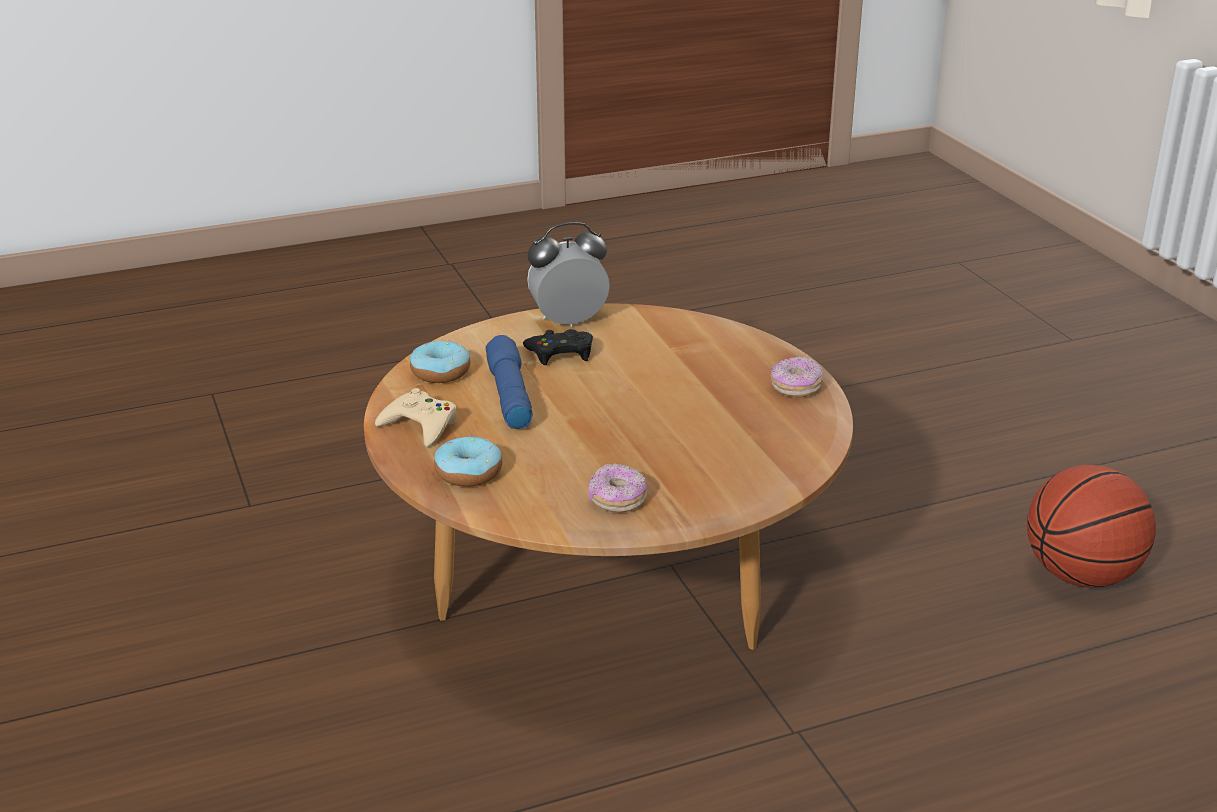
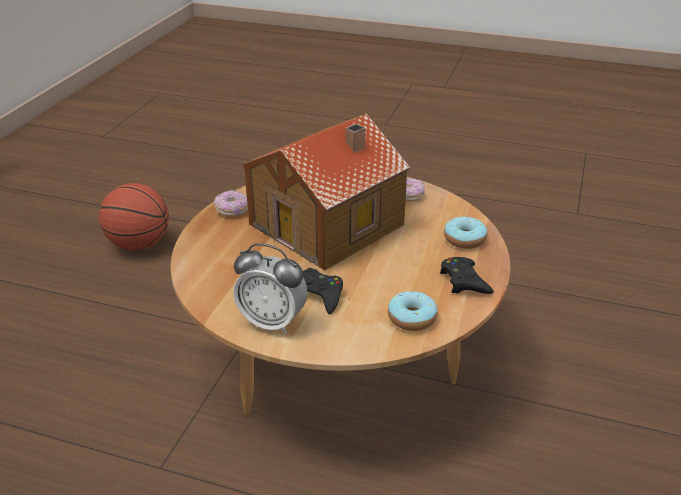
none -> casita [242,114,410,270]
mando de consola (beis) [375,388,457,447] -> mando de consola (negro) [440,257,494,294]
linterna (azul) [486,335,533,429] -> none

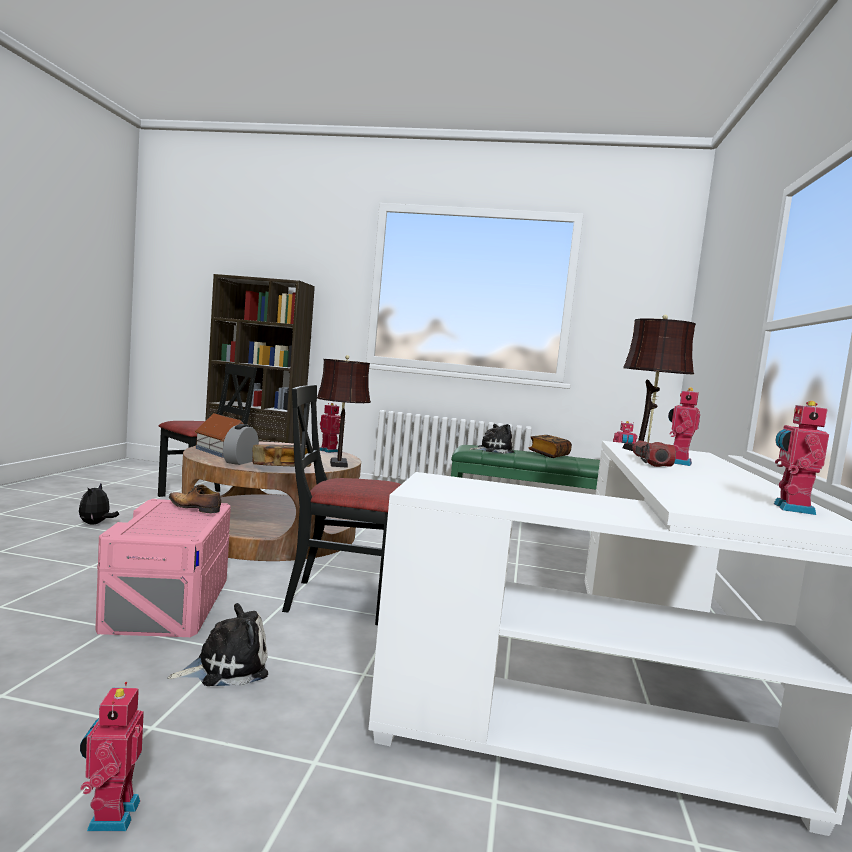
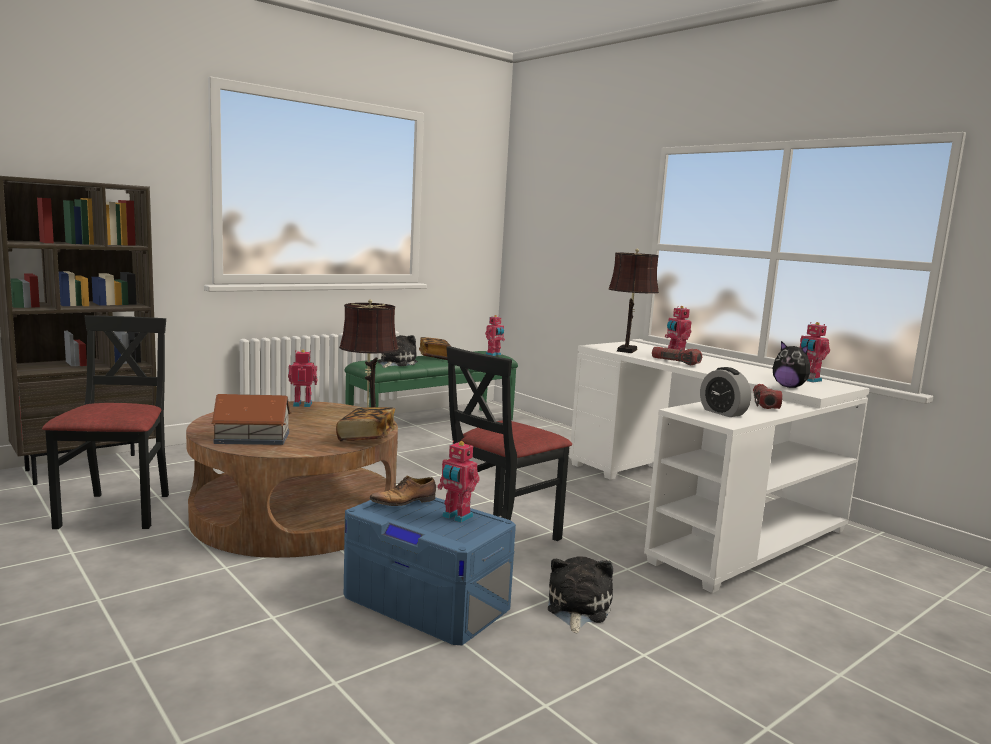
caja de almacenaje (rosa) [95,499,231,637] -> caja de almacenaje (azul) [344,497,516,645]
robot de juguete [80,682,144,831] -> robot de juguete [437,441,480,523], shifted
despertador [223,424,259,465] -> despertador [700,367,751,417], shifted
none -> linterna [753,384,783,409]
peluche [79,483,119,524] -> peluche [773,341,816,388], shifted

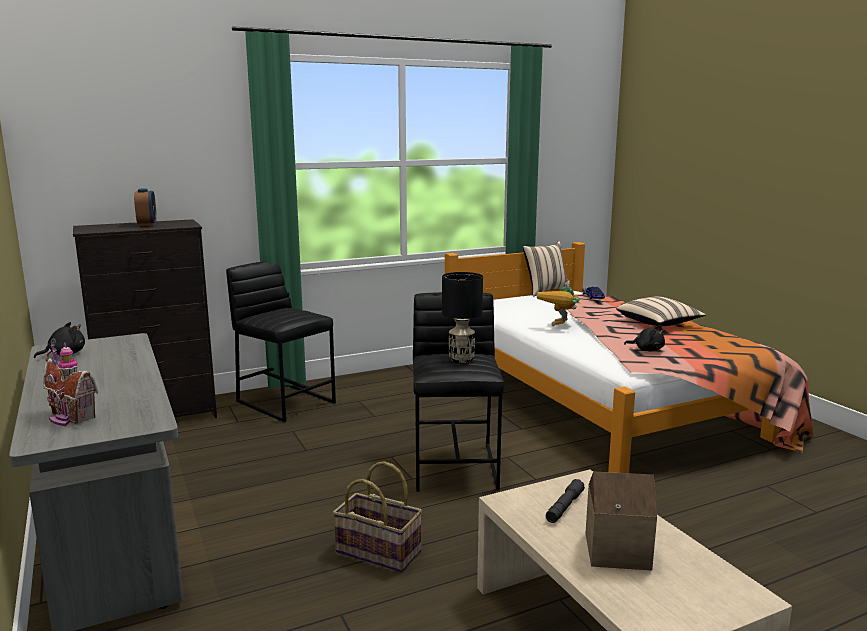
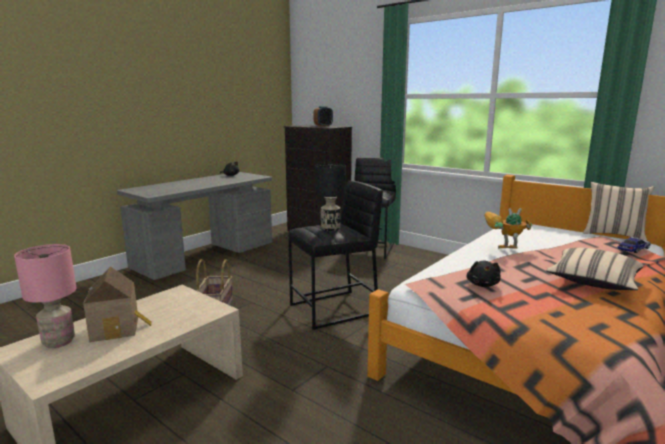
none -> lámpara de mesa (rosa) [14,244,76,348]
casita [43,343,99,426] -> none
linterna (gris) [546,479,585,523] -> none

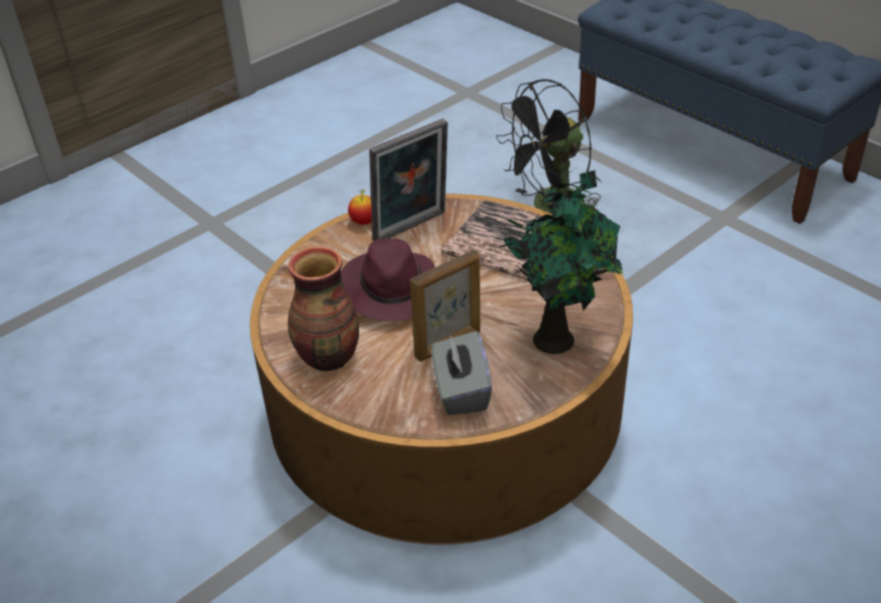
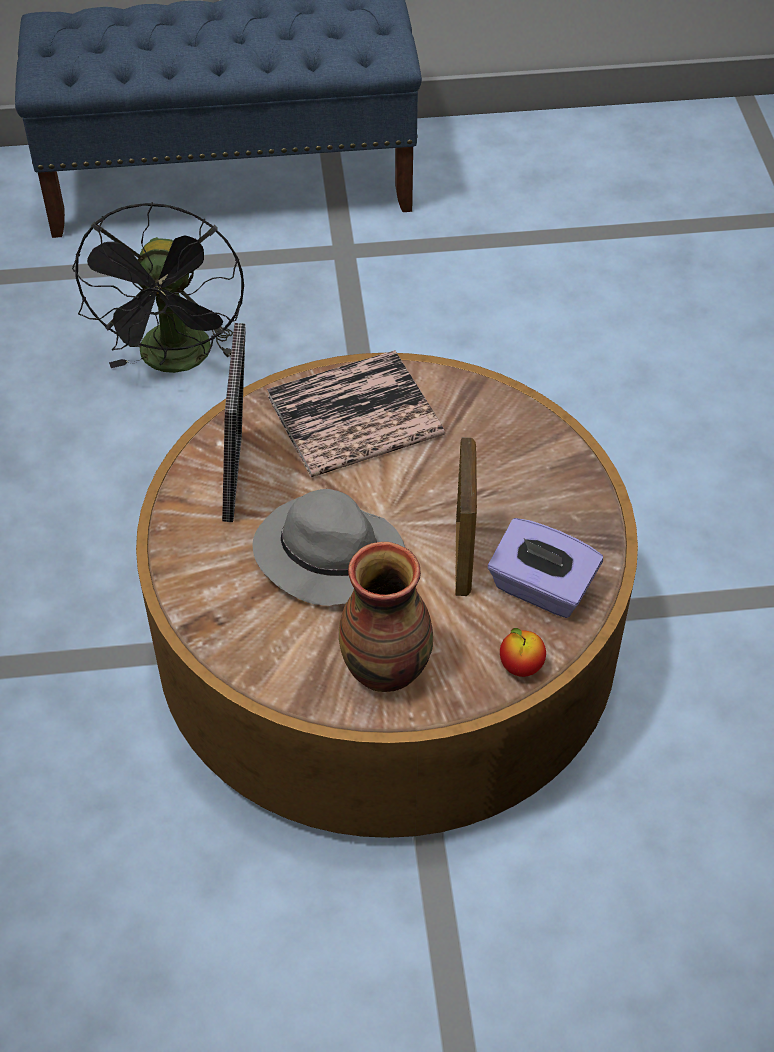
sombrero (morado) [341,238,435,321] -> sombrero (gris) [252,489,405,606]
caja de pañuelos (gris) [431,331,492,415] -> caja de pañuelos (morado) [488,518,603,618]
manzana [348,189,372,225] -> manzana [500,628,546,677], shifted
planta en maceta [495,169,623,354] -> none

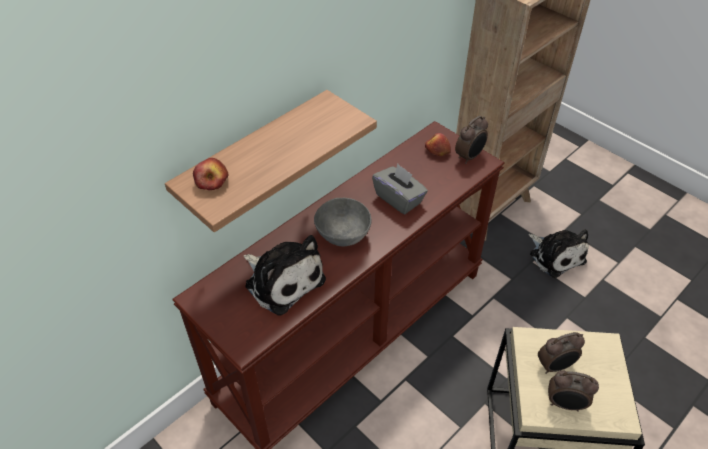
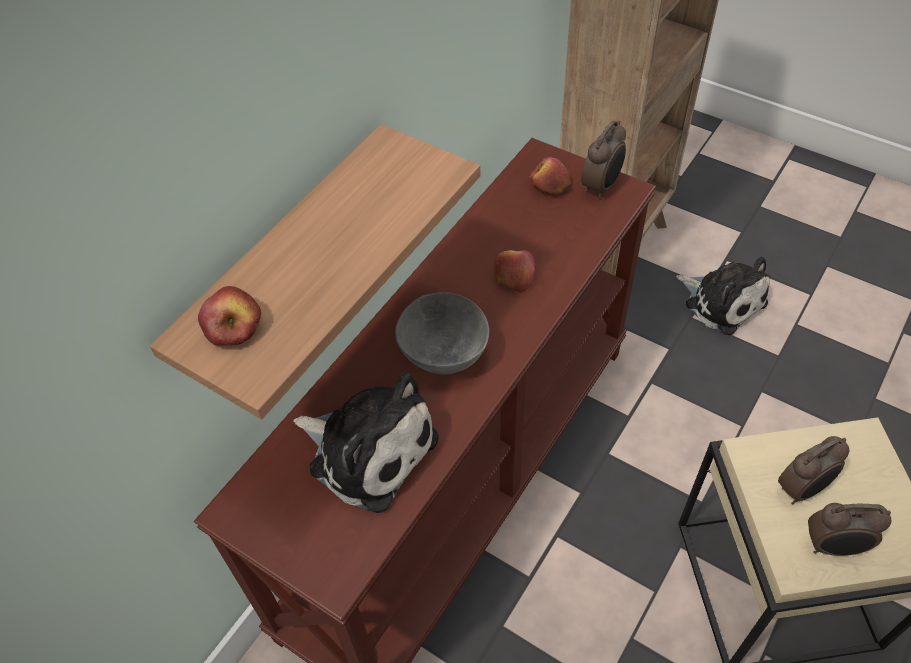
caja de pañuelos (gris) [372,164,428,214] -> manzana [493,250,536,293]

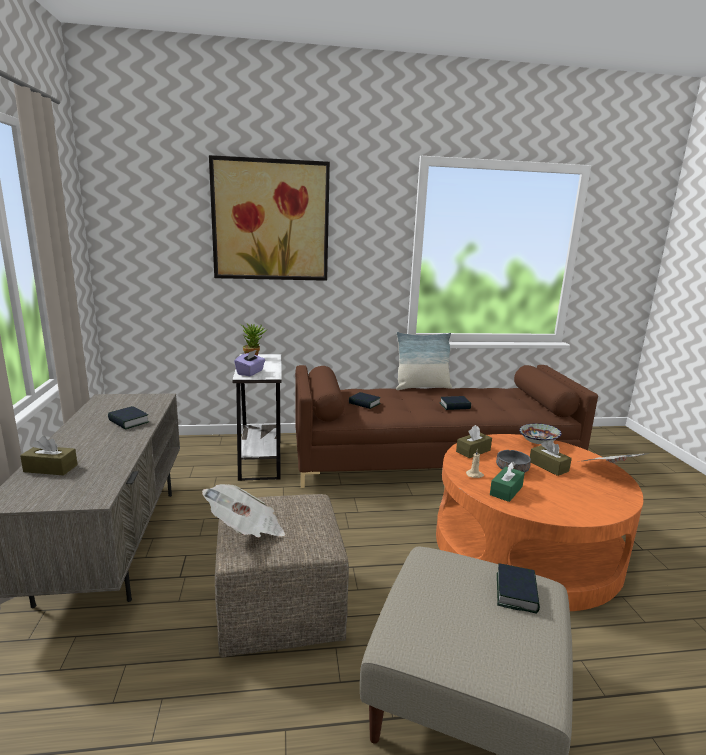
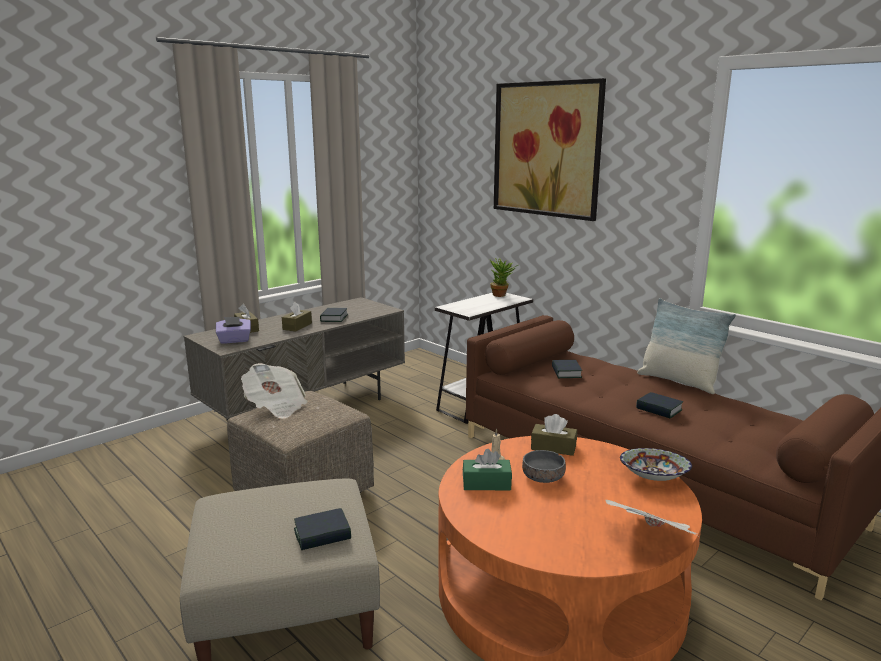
caja de pañuelos (morado) [234,350,265,376] -> caja de pañuelos (morado) [216,317,251,344], shifted
caja de pañuelos (marrón) [530,440,572,476] -> caja de pañuelos (marrón) [282,302,312,331], shifted

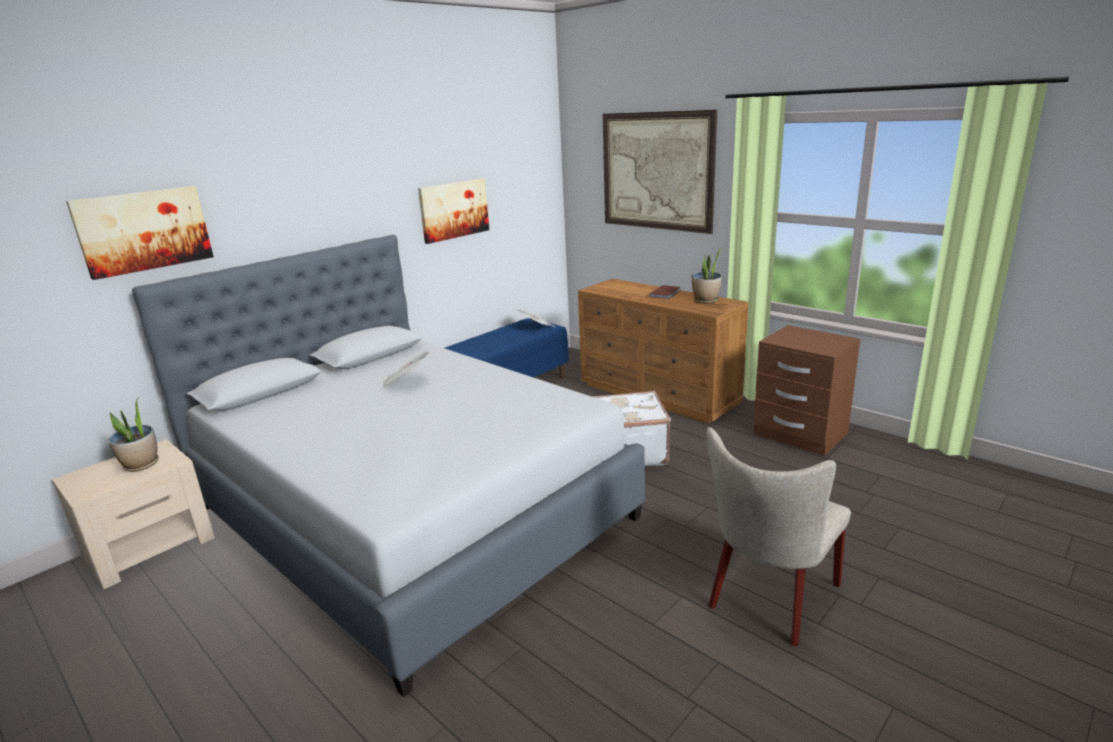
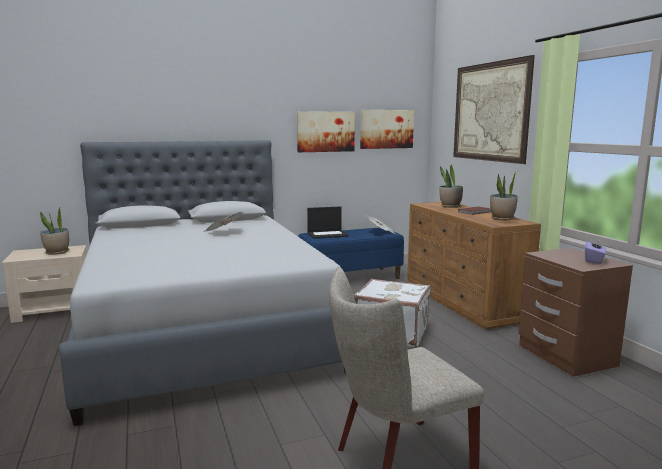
none -> portátil [307,206,349,239]
cuadro [66,186,214,280] -> cuadro [360,110,414,149], shifted
none -> planta en maceta [439,165,463,208]
none -> caja de pañuelos (morado) [585,241,607,264]

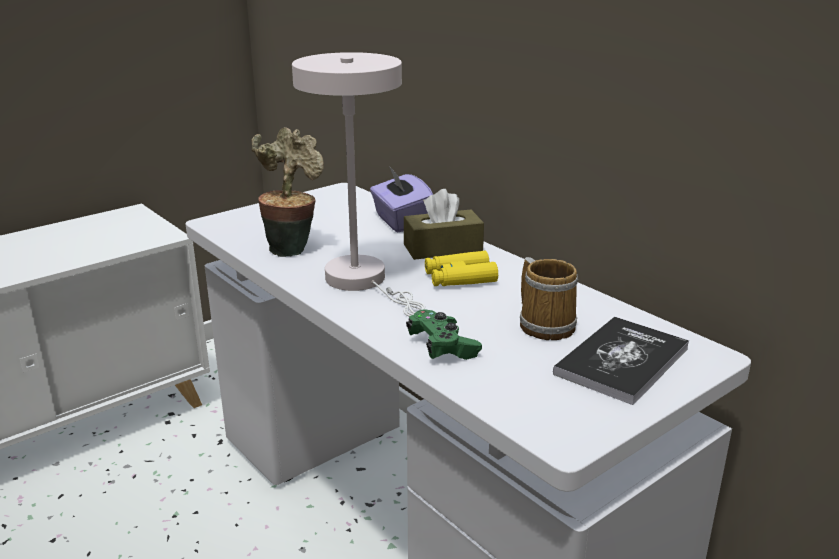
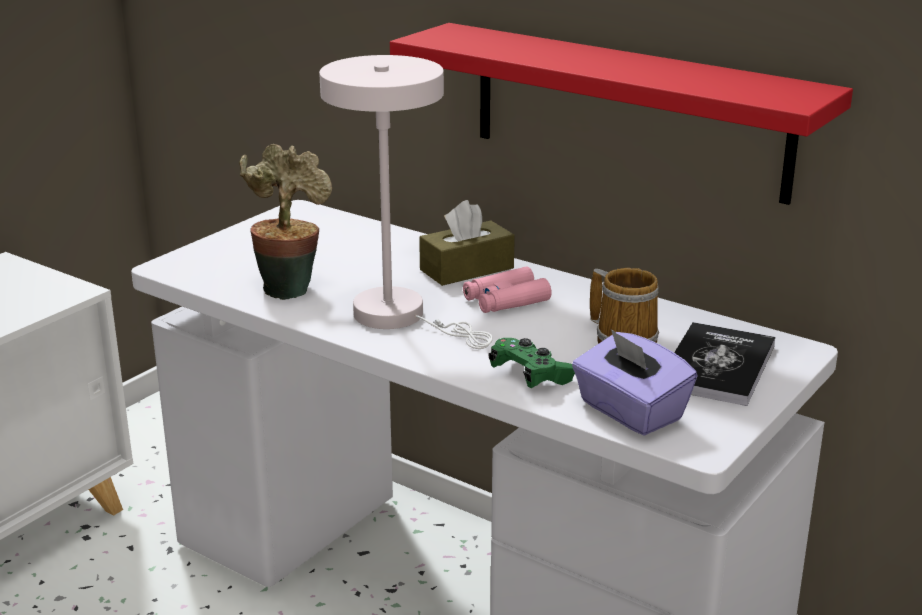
none -> estante (rojo) [390,23,853,205]
prismáticos (amarillo) [425,251,498,286] -> prismáticos (rosa) [463,266,552,313]
caja de pañuelos (morado) [370,166,433,232] -> caja de pañuelos (morado) [572,329,697,436], shifted

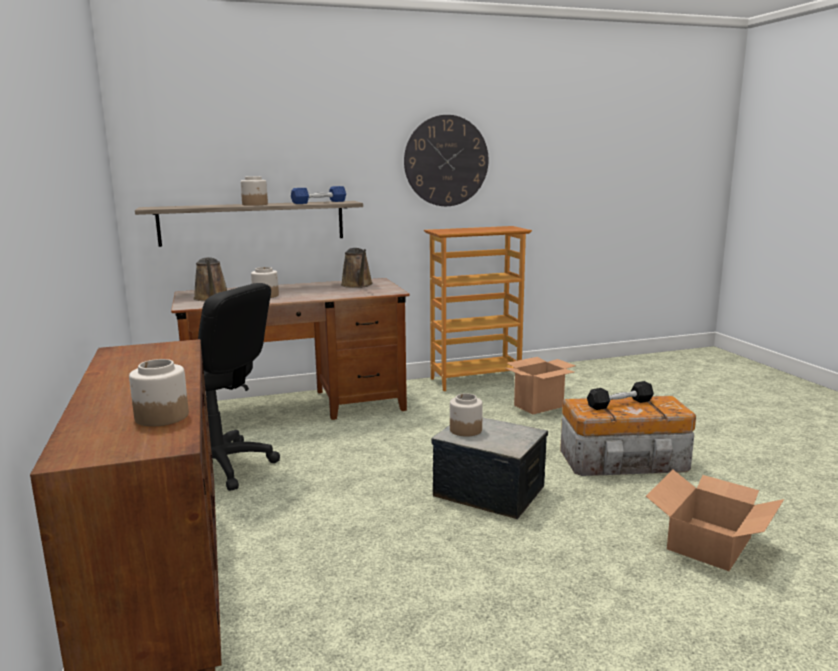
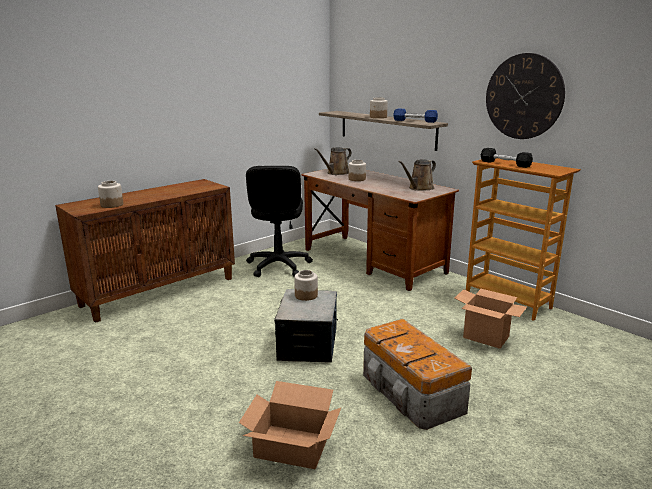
mancuerna (negro) [587,381,654,410] -> mancuerna (negro) [481,148,533,168], shifted

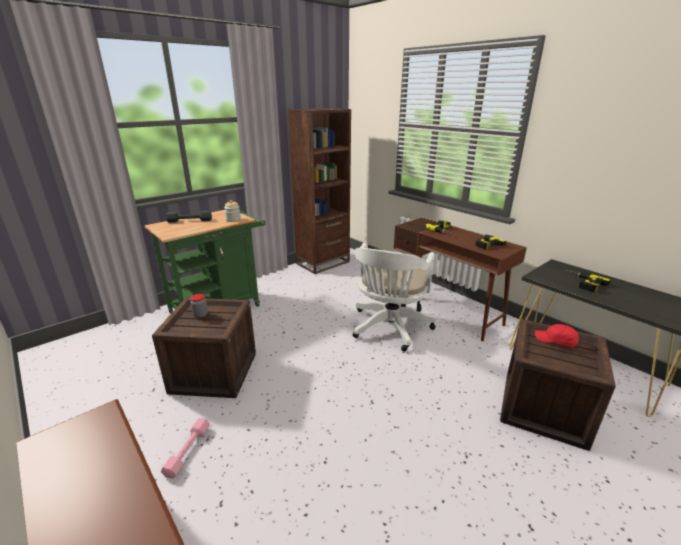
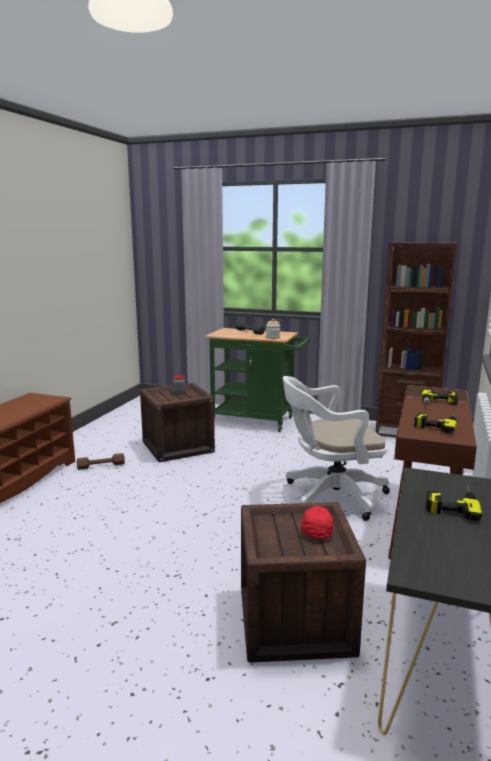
mancuerna (rosa) [161,418,210,479] -> mancuerna (marrón) [77,453,125,470]

